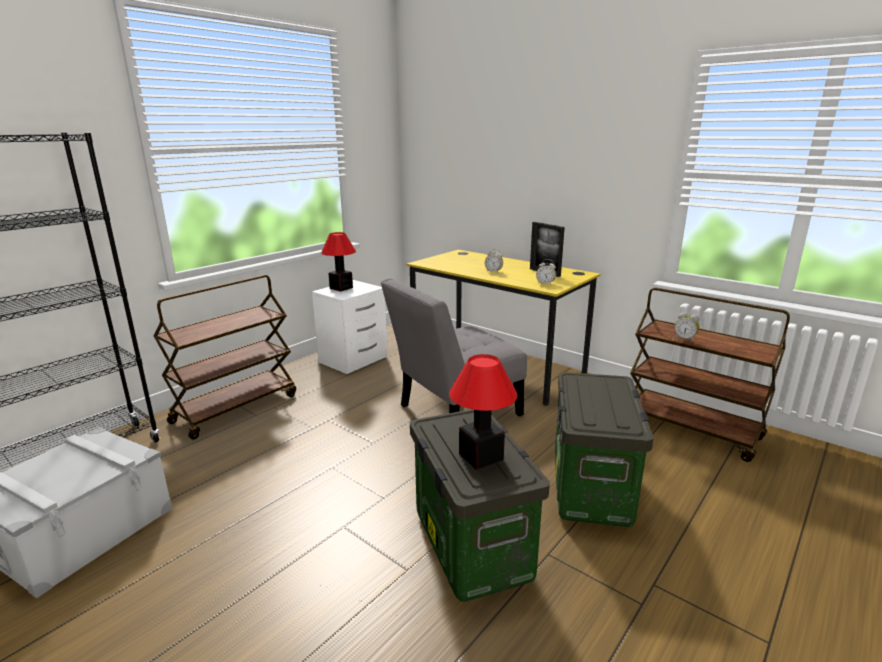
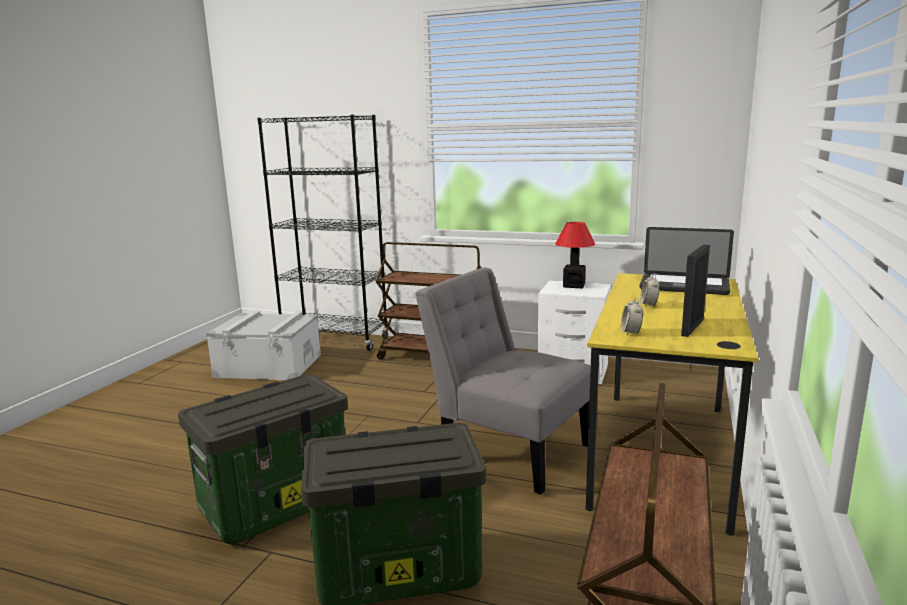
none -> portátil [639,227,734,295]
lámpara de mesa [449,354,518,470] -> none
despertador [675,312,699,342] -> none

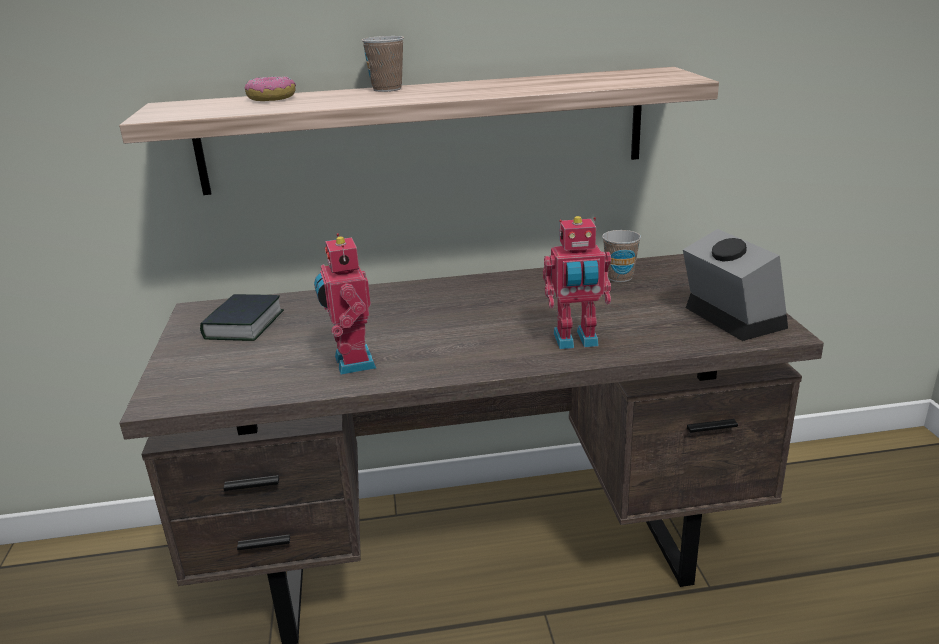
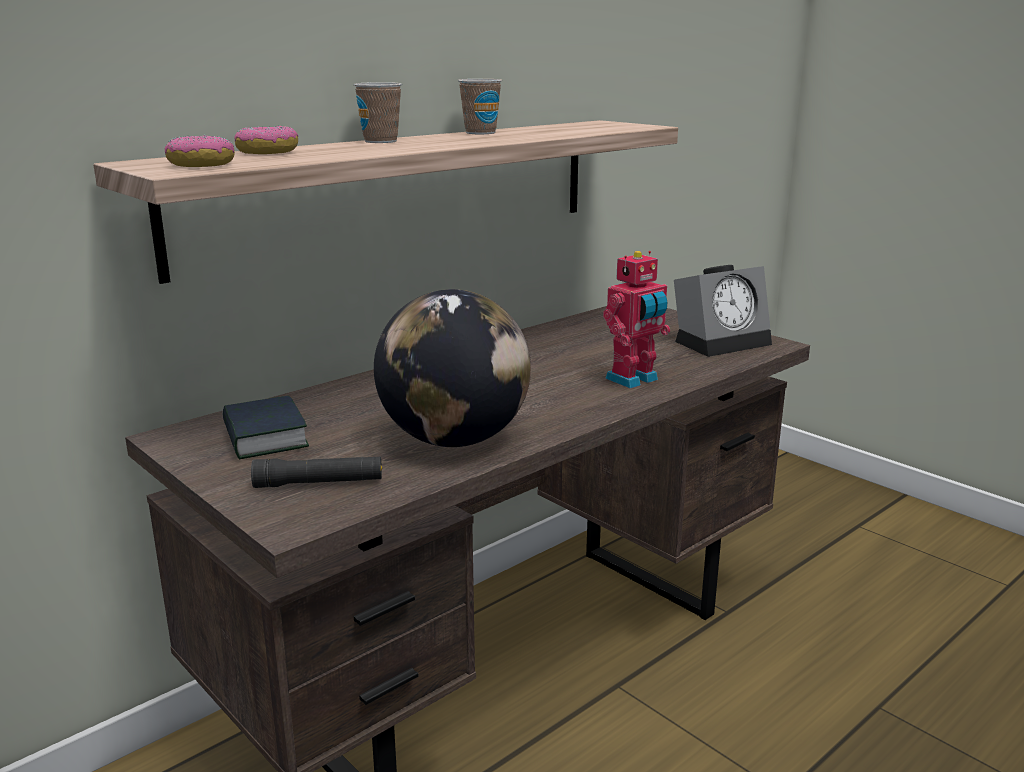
none -> rosquilla [165,135,235,167]
none -> linterna (negro) [251,457,382,488]
robot de juguete [314,233,376,375] -> globo terráqueo [374,289,531,447]
taza [602,230,641,282] -> taza [458,79,502,134], shifted
despertador [683,229,788,341] -> despertador [674,265,772,357], 120 degrees clockwise

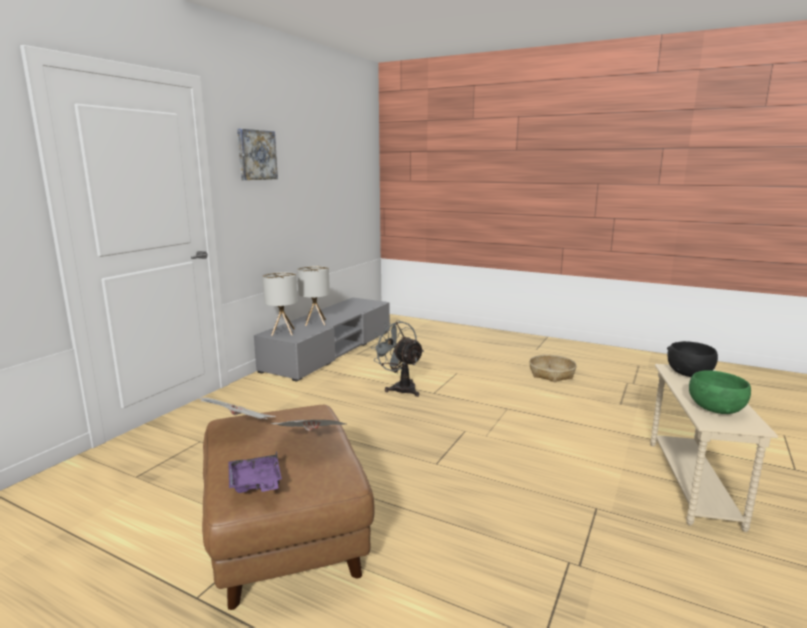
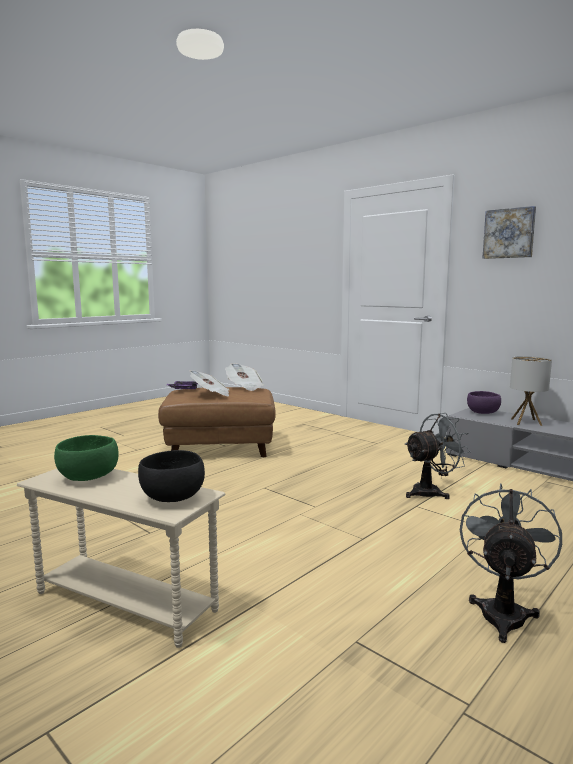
cesta [529,355,577,382] -> ventilador (gris) [460,483,562,643]
lámpara de mesa [262,272,298,336] -> cuenco (morado) [467,391,501,414]

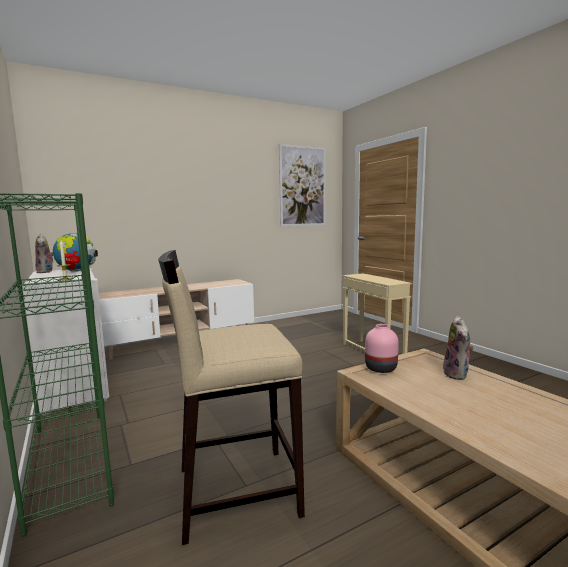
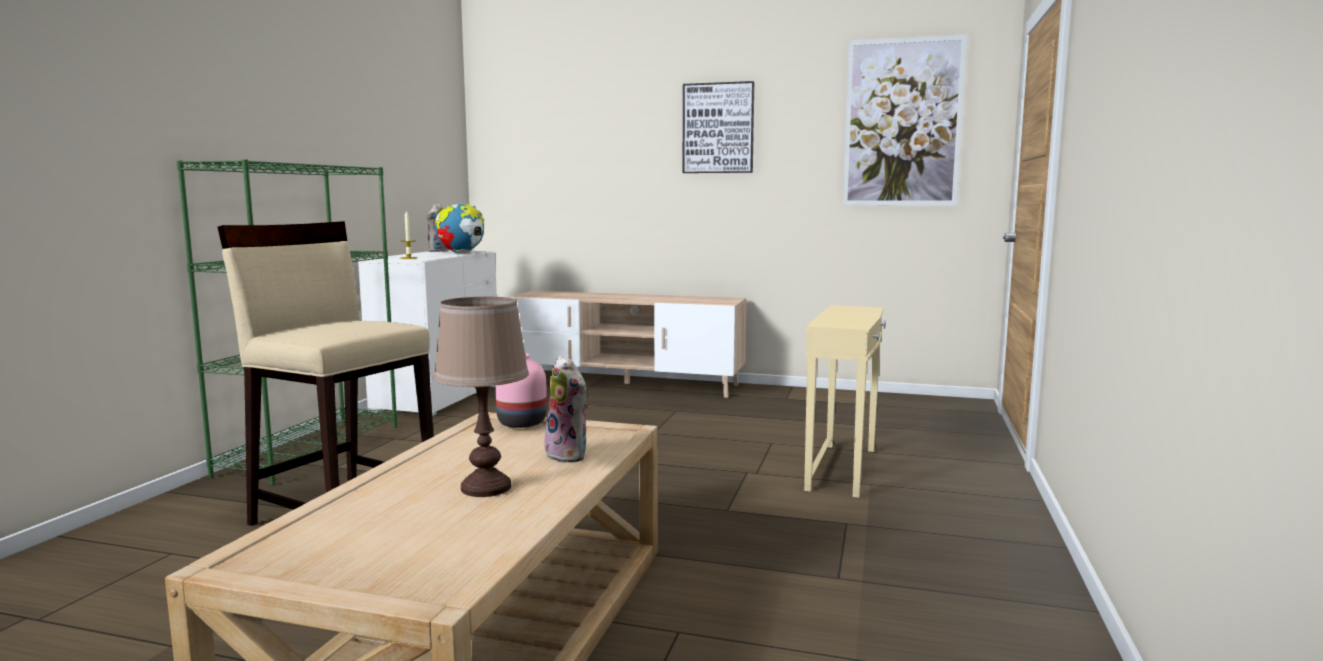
none -> lámpara de mesa (marrón) [434,297,529,497]
peluche [443,316,474,380] -> peluche [545,356,588,463], 90 degrees counterclockwise
none -> cuadro [682,81,754,173]

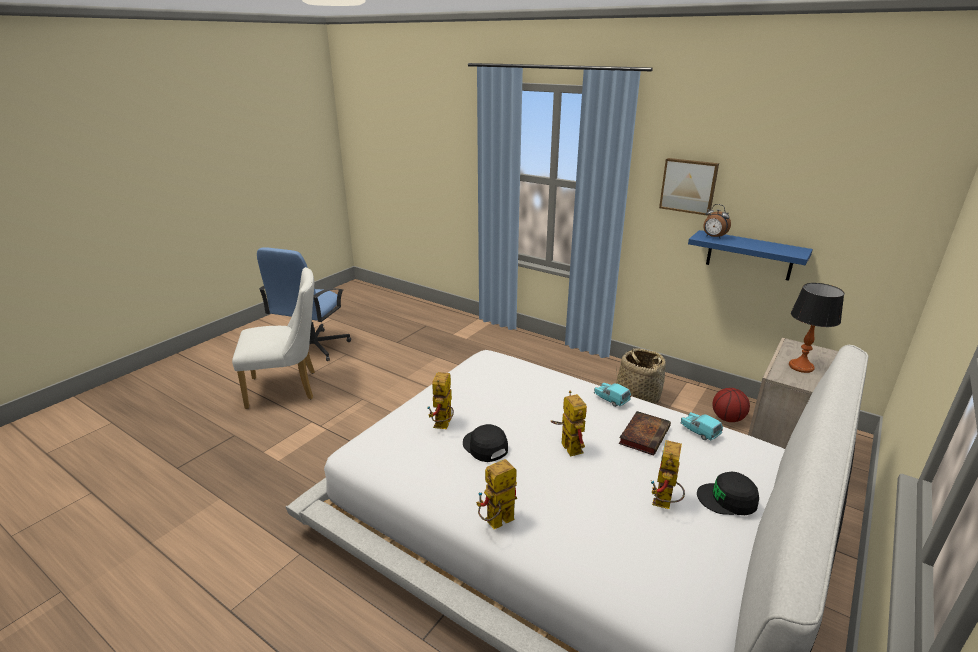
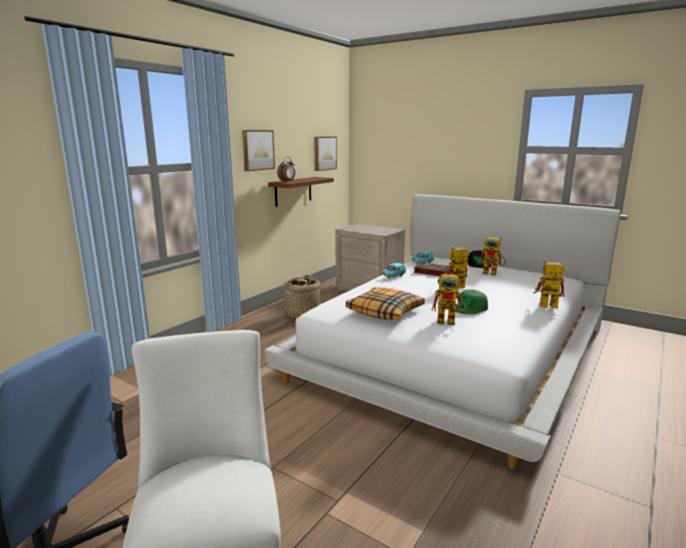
estante (azul) [688,230,813,281] -> estante (marrón) [268,177,334,207]
none -> cuadro [314,137,337,171]
none -> cojín [346,287,425,320]
gorra (negro) [463,424,508,462] -> gorra (verde) [455,289,488,315]
robot de juguete [476,459,517,529] -> robot de juguete [533,261,564,308], 135 degrees clockwise
balón de baloncesto [712,388,750,422] -> none
lámpara de mesa [789,283,844,373] -> none

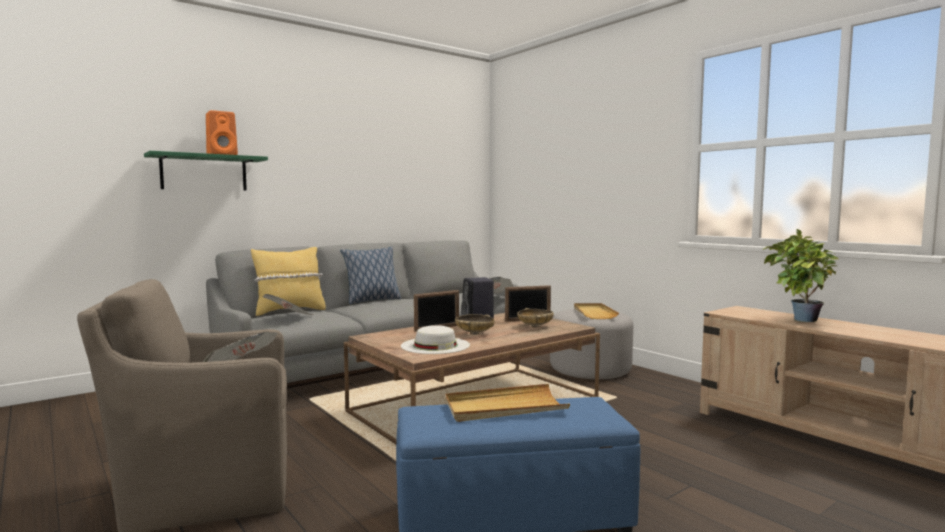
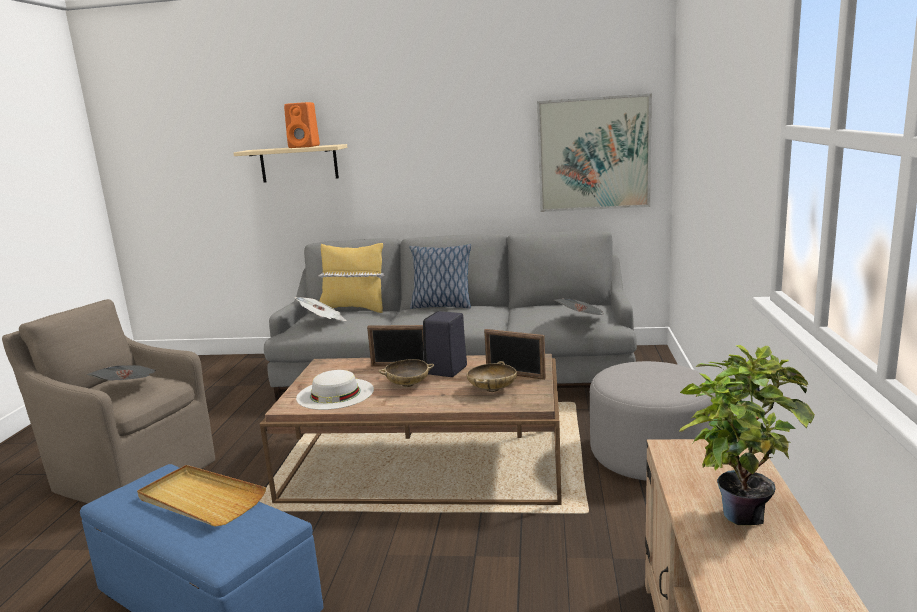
estante (verde) [144,151,268,191] -> estante (beis) [233,144,347,183]
none -> cuadro [537,94,652,212]
bandeja (beis) [574,303,619,319] -> none

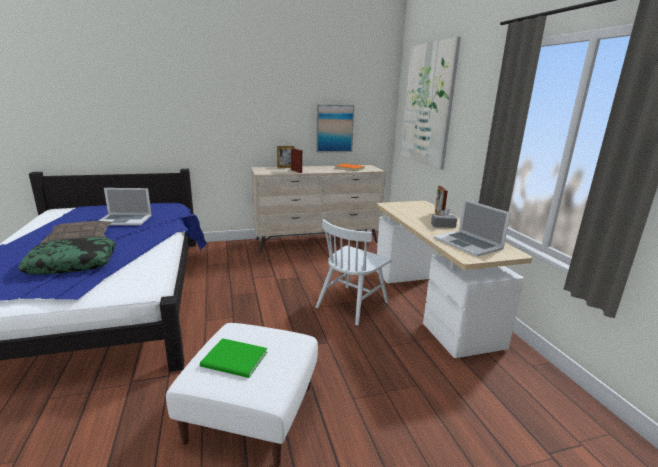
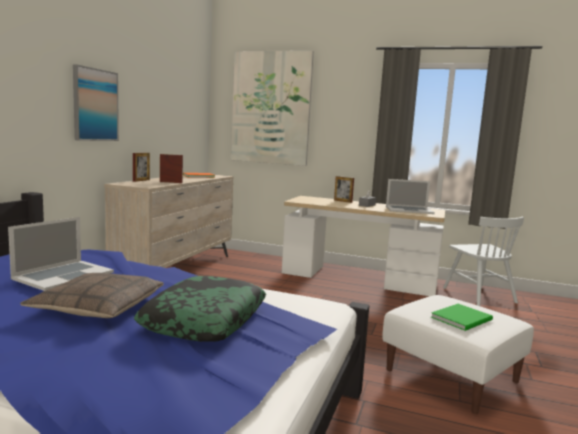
cuadro [316,104,354,152] -> cuadro [73,64,119,141], shifted
silla (blanco) [316,219,392,325] -> silla (blanco) [443,217,524,306], shifted

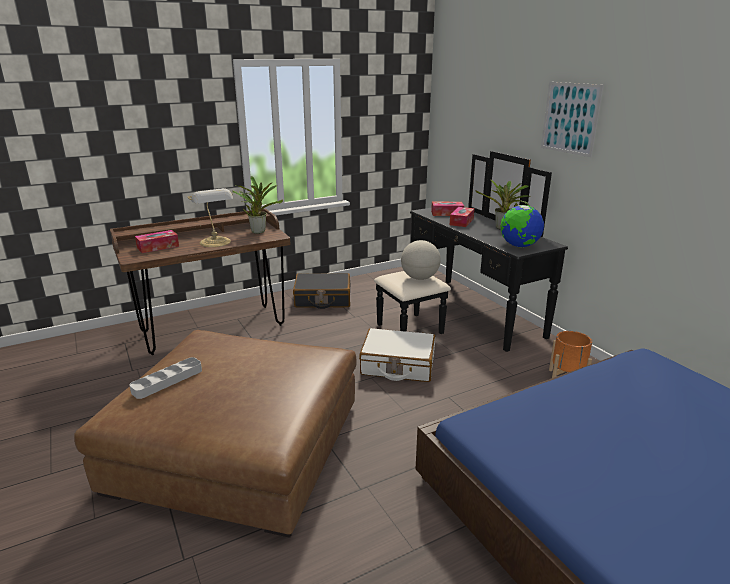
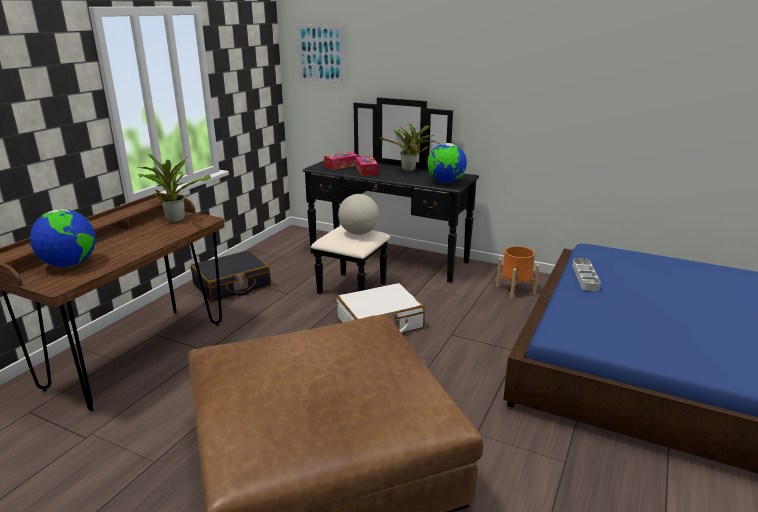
caja de pañuelos [135,230,179,253] -> globo terráqueo [30,209,96,267]
cuadro [541,82,604,157] -> cuadro [296,25,344,83], shifted
bandeja (gris) [129,357,202,399] -> bandeja (gris) [572,258,601,291], shifted
lámpara de mesa [187,188,233,247] -> none

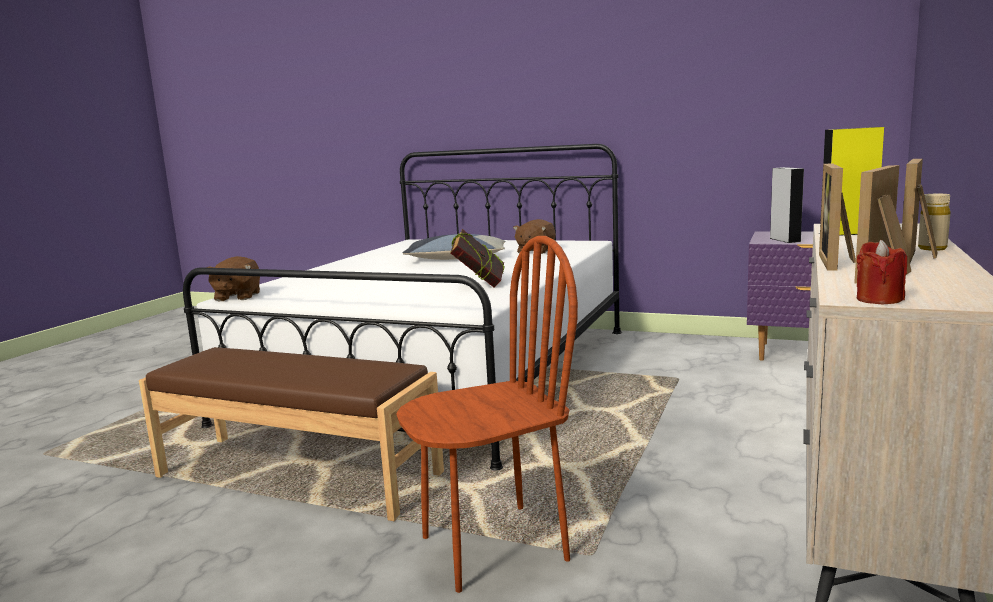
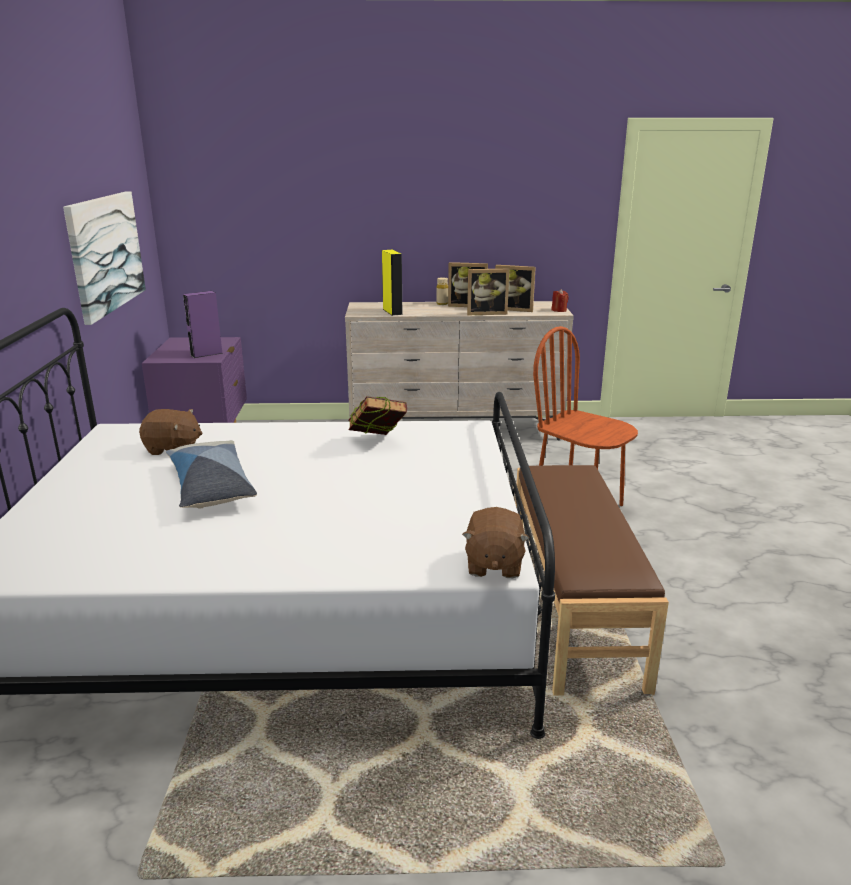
none -> cuadro [63,191,146,325]
altavoz (gris) [770,167,804,243] -> altavoz (morado) [183,291,222,358]
peluche (marrón) [206,256,260,301] -> peluche (marrón) [462,507,529,578], 120 degrees clockwise

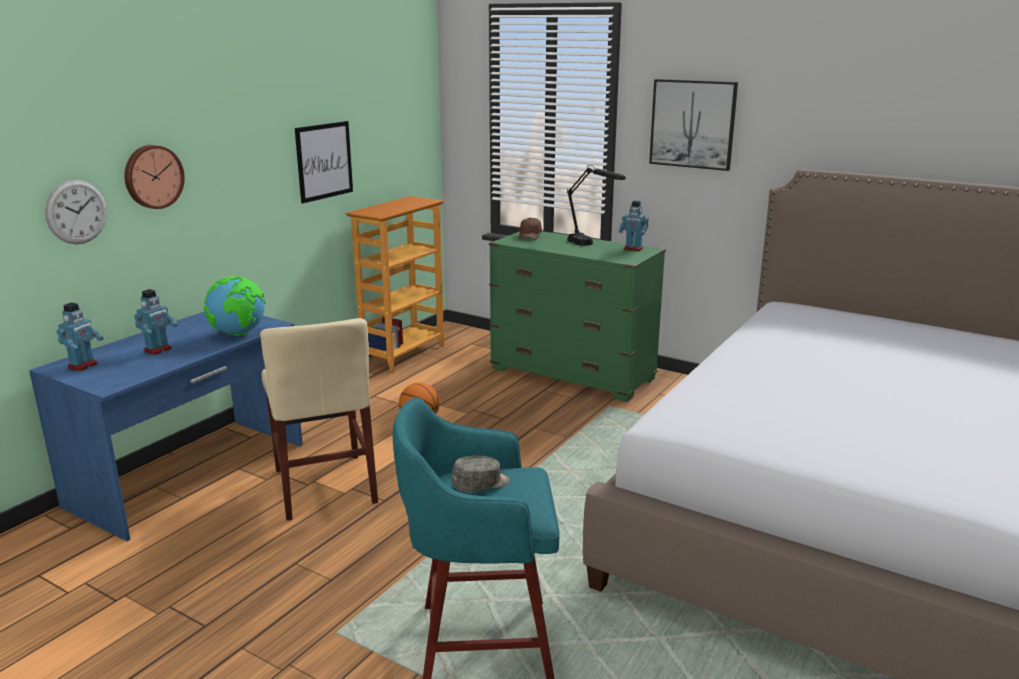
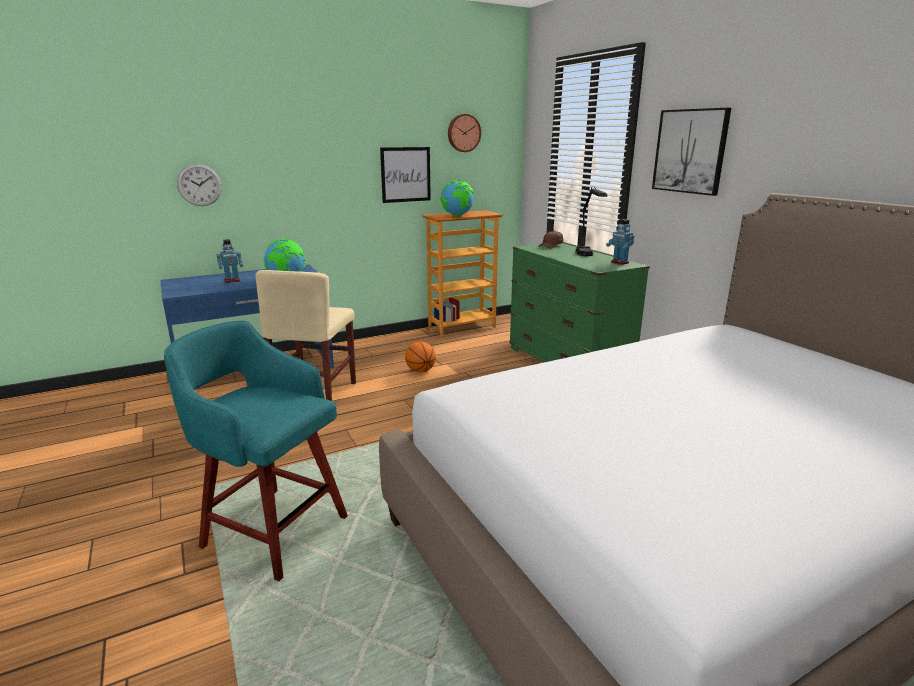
none -> globo terráqueo [441,180,474,216]
reloj de pared [124,145,185,209] -> reloj de pared [448,114,481,152], shifted
robot de juguete [57,302,103,371] -> none
gorra (gris) [452,456,510,493] -> none

